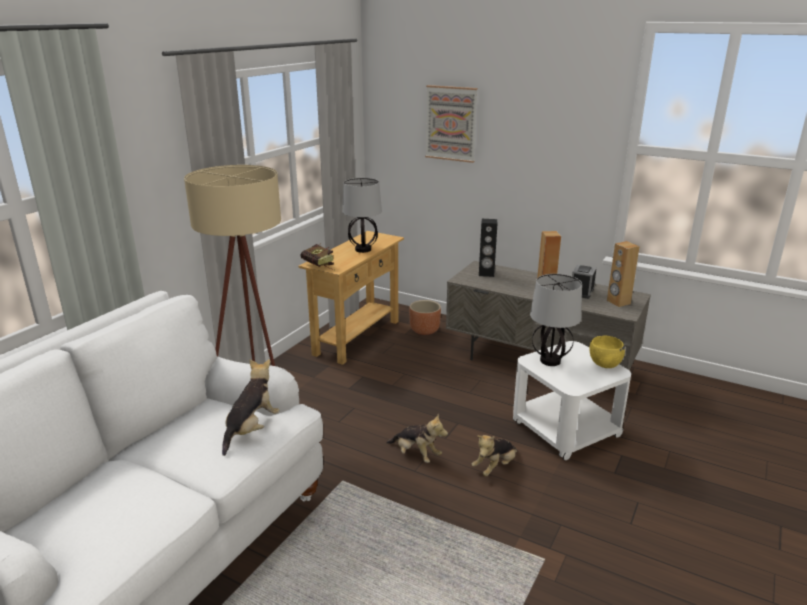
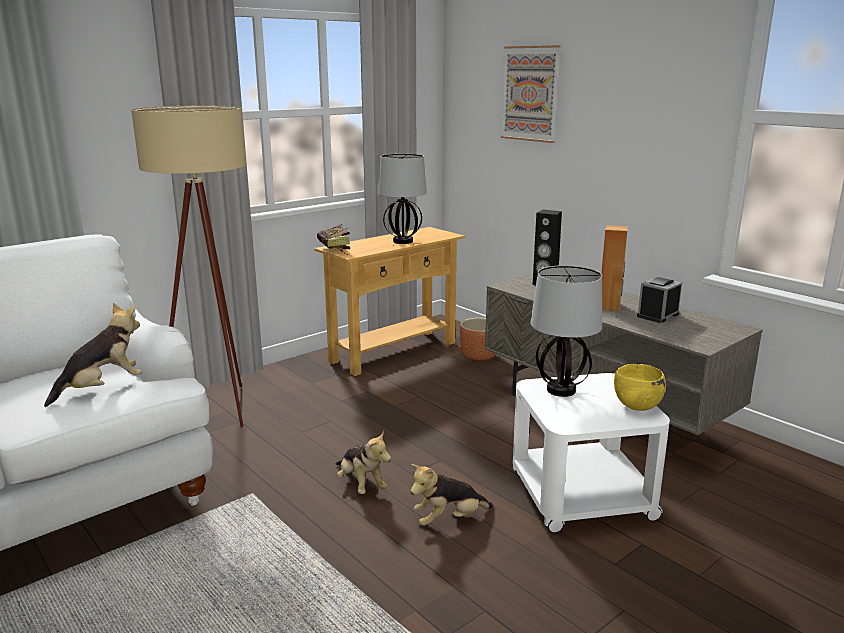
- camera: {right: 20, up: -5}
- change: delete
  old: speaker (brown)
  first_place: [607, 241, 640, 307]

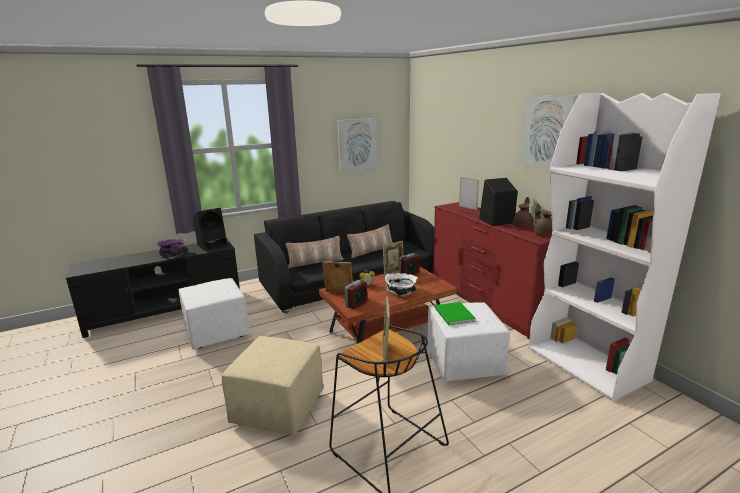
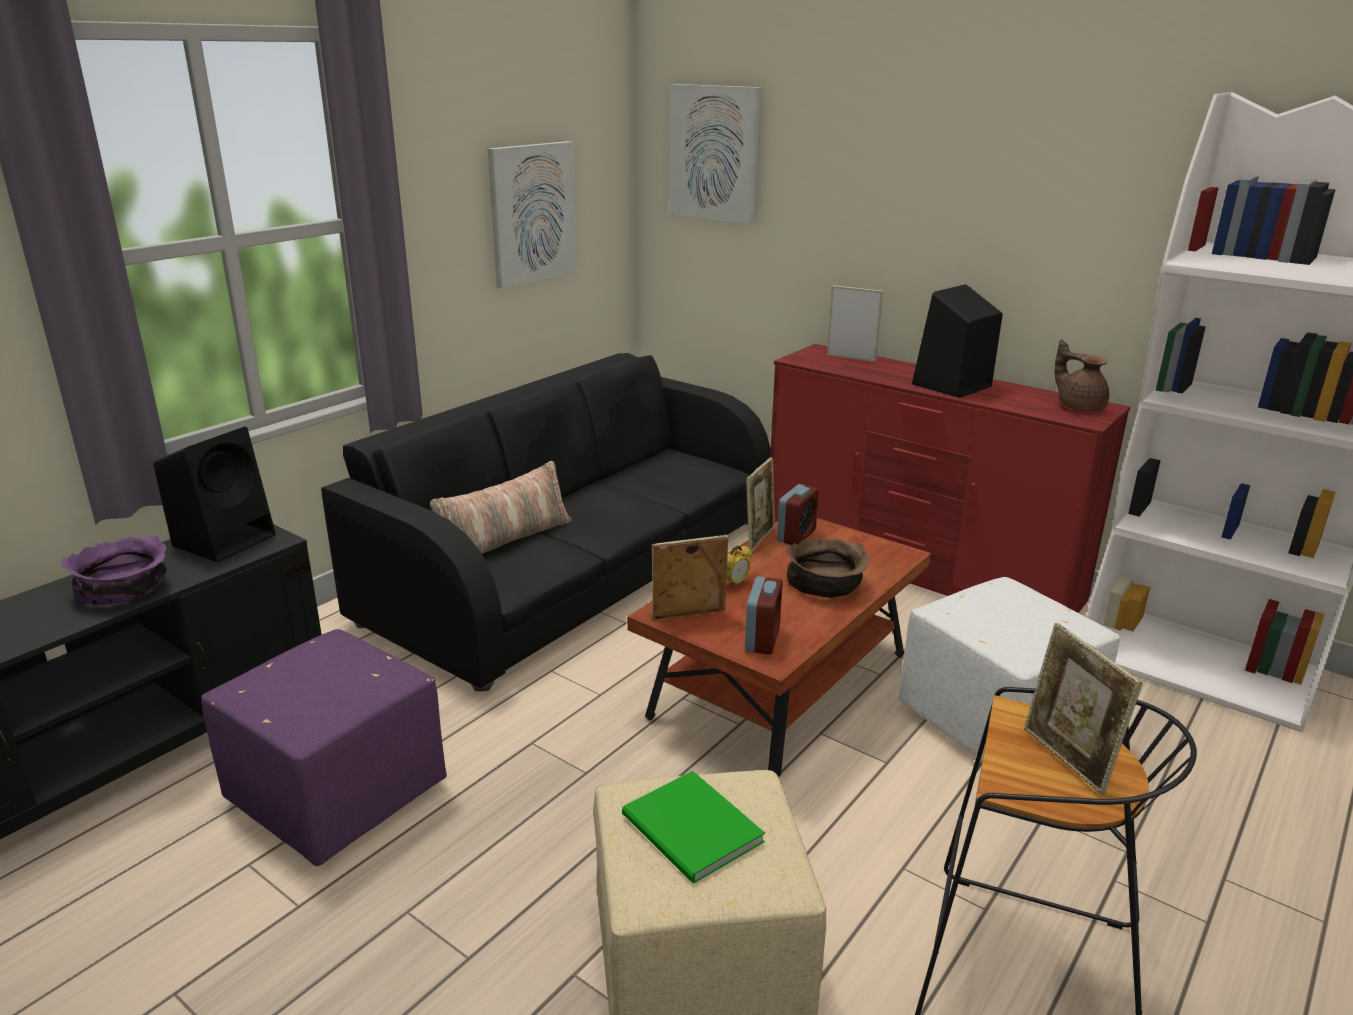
- camera: {right: -25, up: 5}
- change: delete
  old: pillow
  first_place: [347, 224, 393, 258]
- change: delete
  old: teapot (brown)
  first_place: [513, 197, 534, 228]
- change: move
  old: book (green)
  first_place: [434, 302, 476, 325]
  second_place: [622, 771, 765, 883]
- change: move
  old: picture
  first_place: [519, 95, 577, 169]
  second_place: [669, 84, 763, 225]
- change: recolor
  old: ottoman (white)
  new: ottoman (purple)
  first_place: [179, 278, 250, 350]
  second_place: [201, 629, 447, 866]
- change: recolor
  old: bowl (white)
  new: bowl (brown)
  first_place: [385, 273, 418, 296]
  second_place: [786, 538, 869, 598]

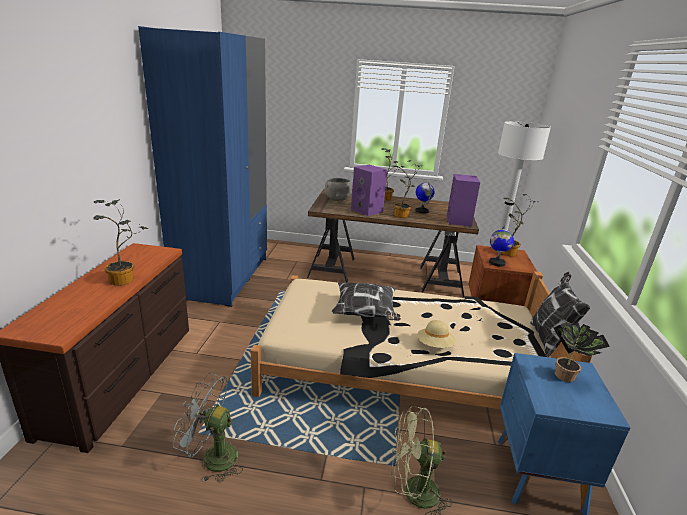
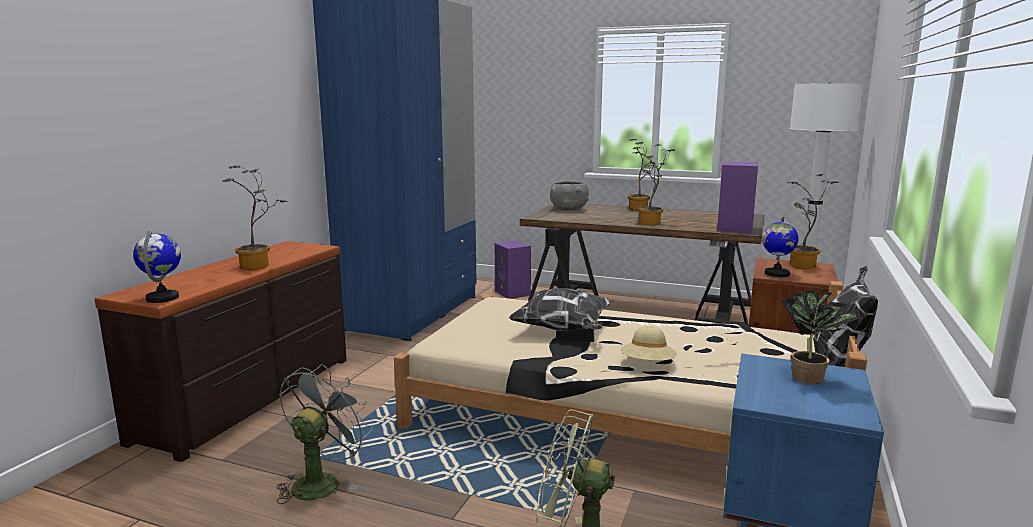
- camera: {right: 15, up: -10}
- change: move
  old: speaker (purple)
  first_place: [351, 165, 387, 216]
  second_place: [495, 240, 531, 299]
- change: move
  old: globe
  first_place: [415, 182, 435, 214]
  second_place: [133, 231, 181, 303]
- change: rotate
  old: fan (grey)
  first_place: [173, 373, 243, 483]
  second_place: [277, 364, 372, 504]
  degrees: 90

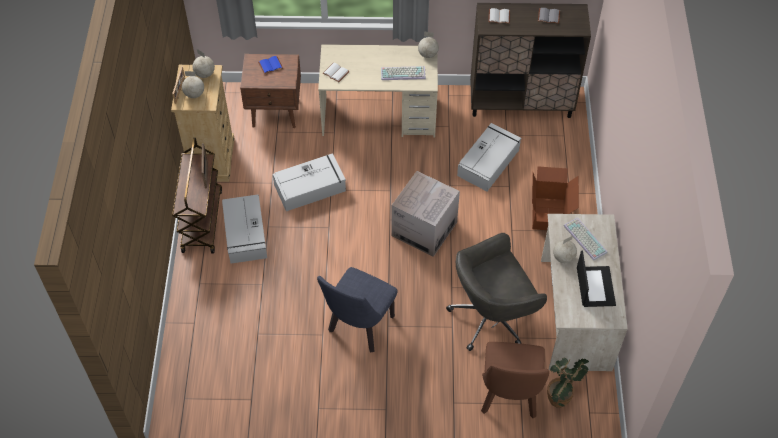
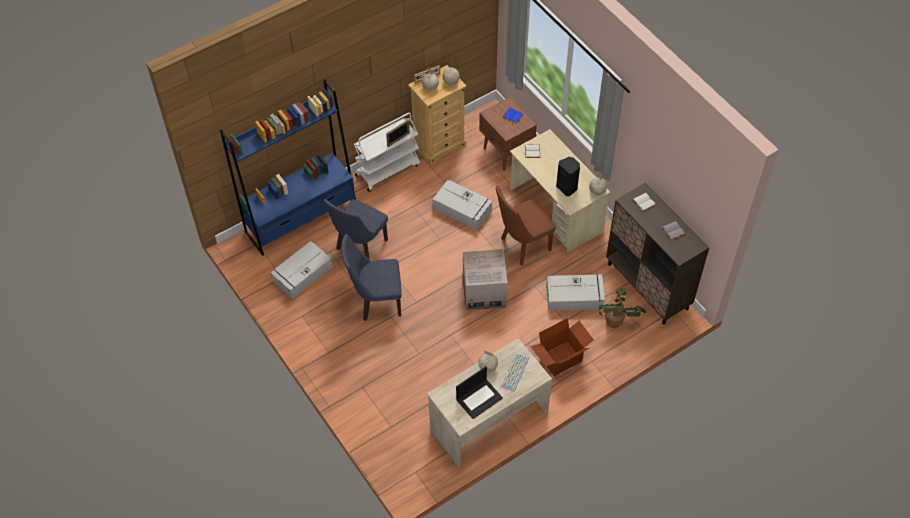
- camera: {right: 55, up: 0}
- change: delete
  old: office chair (grey)
  first_place: [446, 233, 547, 351]
- change: insert
  new: bookcase (blue)
  second_place: [220, 79, 356, 256]
- change: insert
  new: chair (blue)
  second_place: [324, 199, 388, 258]
- change: move
  old: storage box (grey)
  first_place: [222, 195, 267, 264]
  second_place: [270, 241, 333, 299]
- change: move
  old: chair (brown)
  first_place: [481, 342, 549, 418]
  second_place: [496, 186, 556, 266]
- change: move
  old: potted plant
  first_place: [547, 357, 589, 408]
  second_place: [599, 288, 646, 328]
- change: replace
  old: keyboard
  new: speaker (black)
  first_place: [381, 66, 426, 80]
  second_place: [556, 157, 580, 196]
- change: recolor
  old: cart (brown)
  new: cart (white)
  first_place: [172, 138, 222, 253]
  second_place: [354, 113, 420, 192]

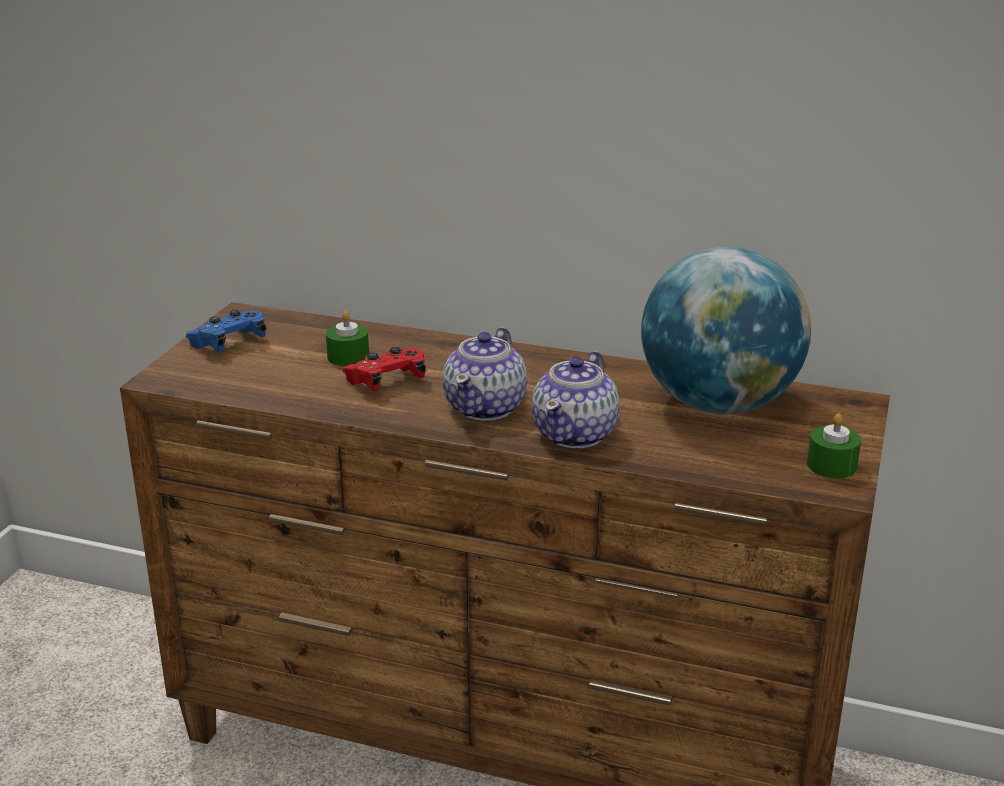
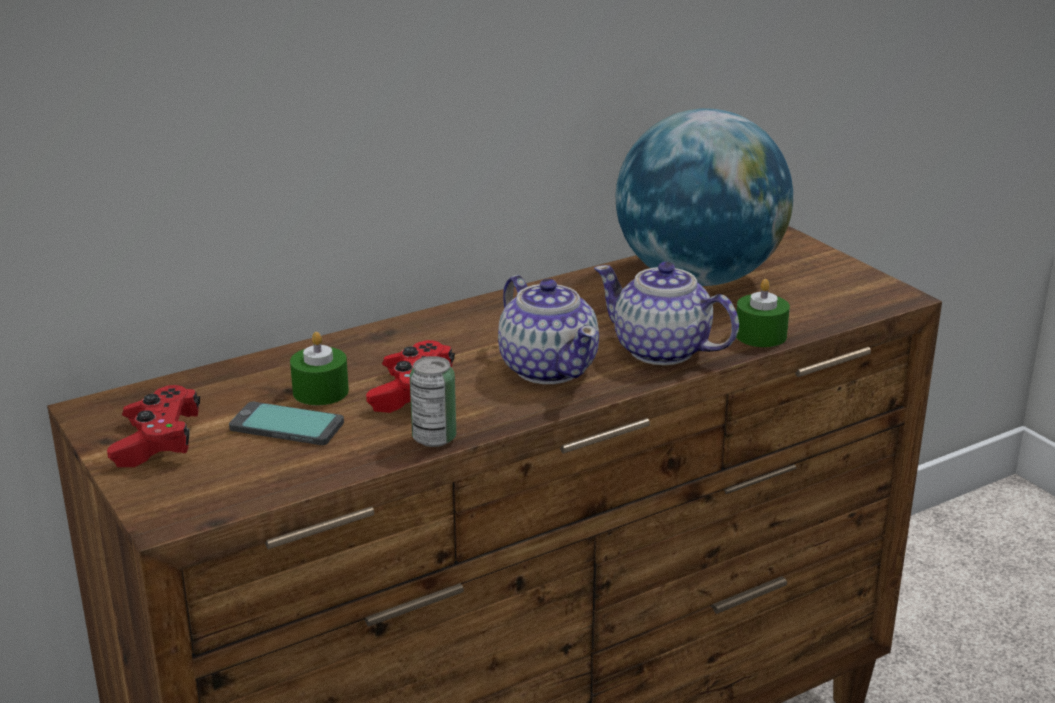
- camera: {right: -50, up: 0}
- change: insert
  new: phone
  second_place: [229, 401, 344, 445]
- change: insert
  new: can
  second_place: [410, 356, 456, 447]
- change: move
  old: candle (green)
  first_place: [807, 413, 861, 478]
  second_place: [736, 279, 790, 347]
- change: recolor
  old: game controller (blue)
  new: game controller (red)
  first_place: [186, 310, 266, 352]
  second_place: [107, 385, 200, 467]
- change: rotate
  old: teapot
  first_place: [532, 351, 620, 448]
  second_place: [594, 262, 739, 365]
  degrees: 150

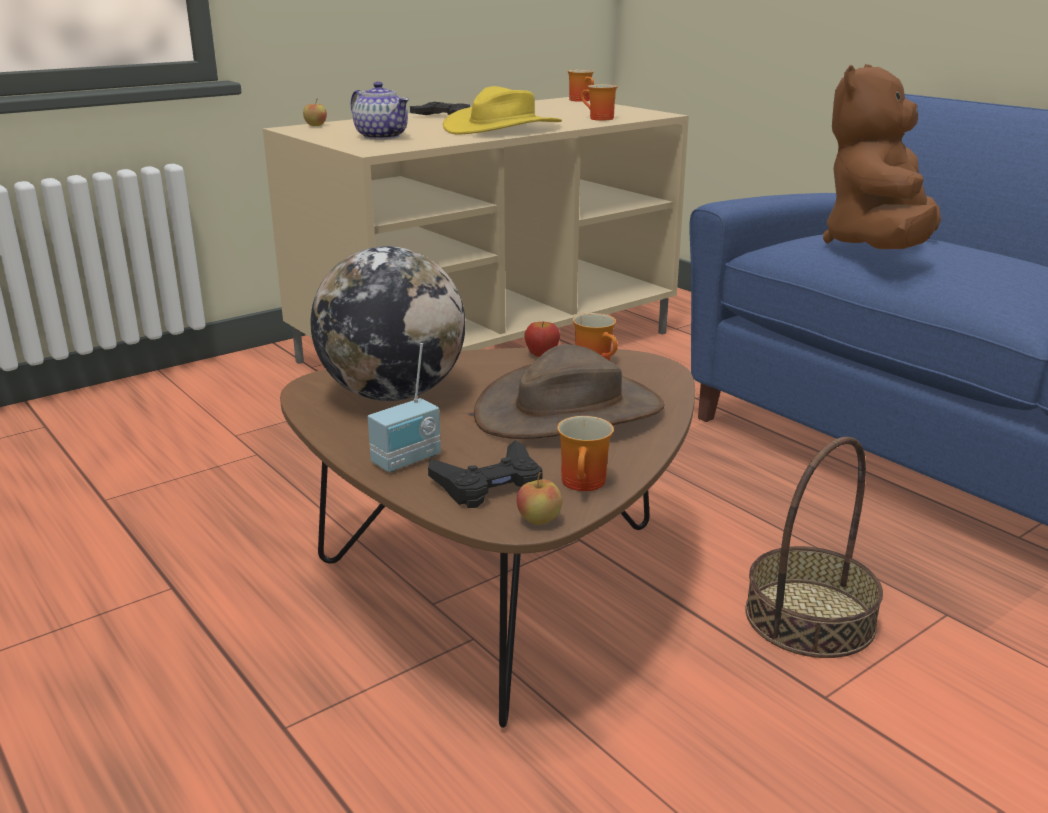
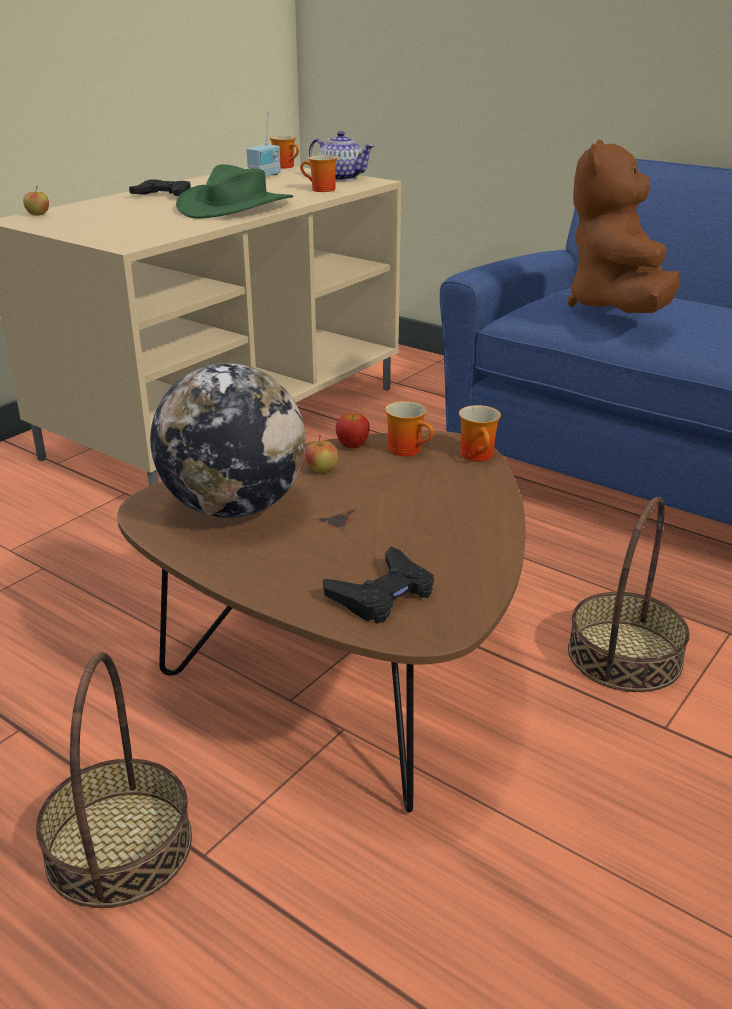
- camera: {right: -15, up: 5}
- change: delete
  old: hat (brown)
  first_place: [474, 344, 664, 439]
- change: insert
  new: basket
  second_place: [36, 652, 192, 908]
- change: move
  old: teapot
  first_place: [351, 82, 409, 140]
  second_place: [309, 131, 374, 181]
- change: move
  old: radio
  first_place: [368, 343, 441, 472]
  second_place: [246, 112, 281, 176]
- change: move
  old: apple
  first_place: [517, 472, 562, 525]
  second_place: [305, 435, 338, 473]
- change: move
  old: mug
  first_place: [557, 416, 614, 491]
  second_place: [459, 405, 501, 461]
- change: recolor
  old: hat (yellow)
  new: hat (green)
  first_place: [443, 86, 562, 135]
  second_place: [176, 164, 293, 219]

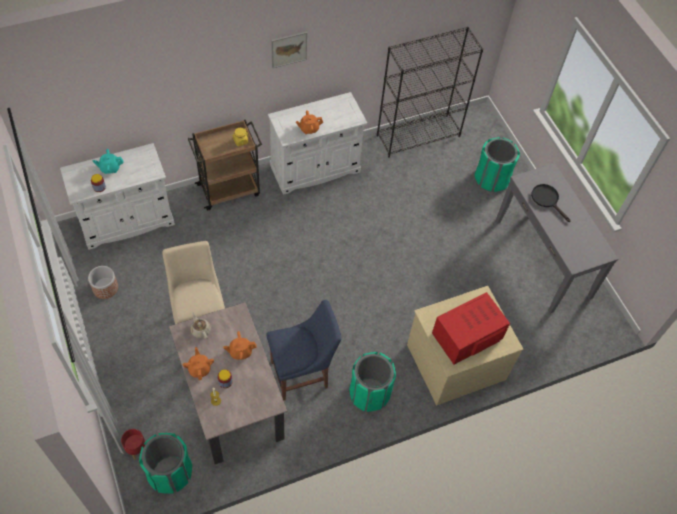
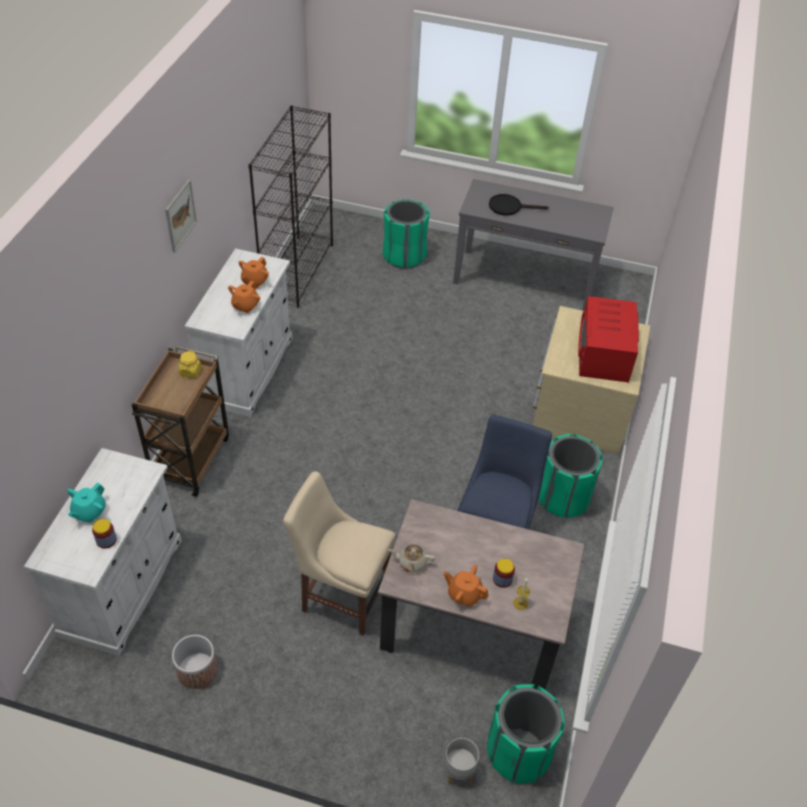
- camera: {right: -50, up: -10}
- change: move
  old: teapot (orange)
  first_place: [223, 331, 257, 360]
  second_place: [239, 257, 269, 288]
- change: recolor
  old: planter (red)
  new: planter (grey)
  first_place: [121, 429, 145, 459]
  second_place: [444, 738, 479, 784]

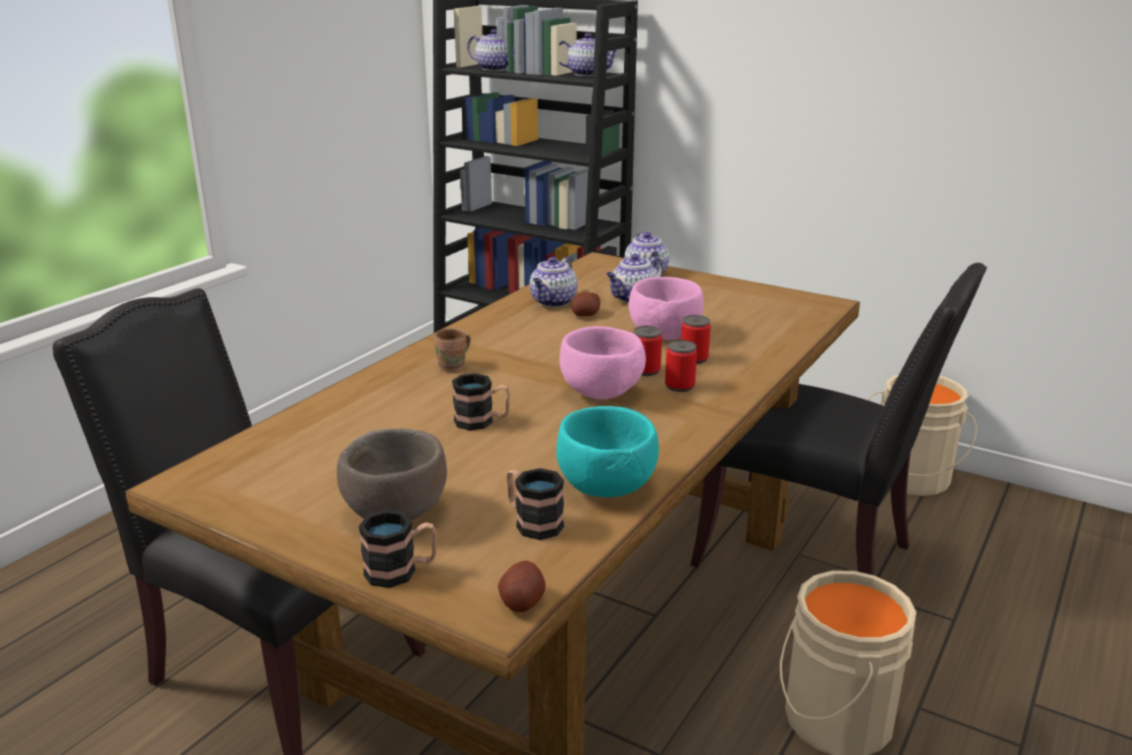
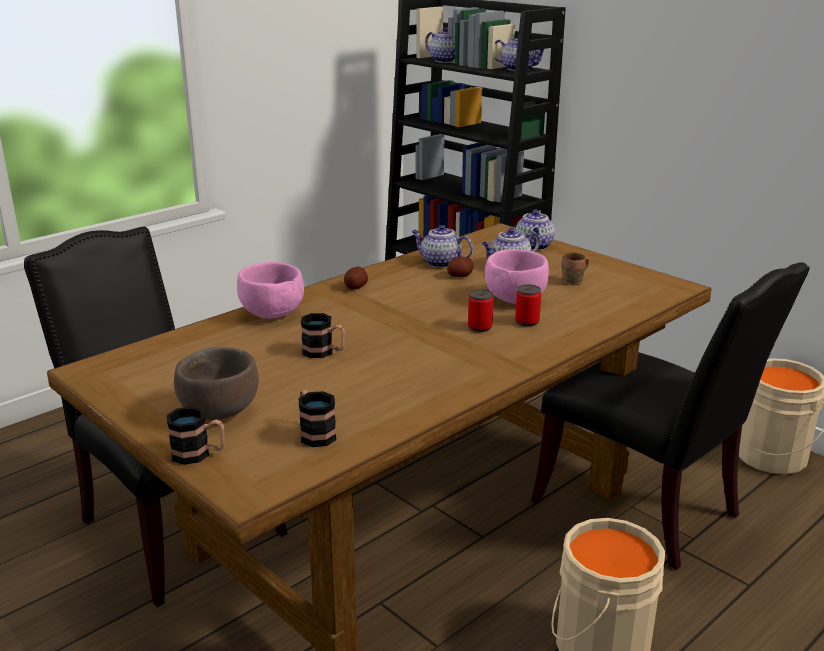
- camera: {right: 15, up: 0}
- change: delete
  old: bowl (turquoise)
  first_place: [556, 406, 659, 497]
- change: delete
  old: can
  first_place: [665, 340, 697, 392]
- change: move
  old: mug (brown)
  first_place: [434, 328, 471, 372]
  second_place: [561, 252, 589, 285]
- change: move
  old: potato
  first_place: [498, 561, 546, 612]
  second_place: [344, 267, 368, 290]
- change: move
  old: bowl (pink)
  first_place: [559, 326, 646, 400]
  second_place: [237, 262, 304, 319]
- change: rotate
  old: teapot
  first_place: [529, 257, 577, 307]
  second_place: [411, 225, 473, 268]
  degrees: 75

